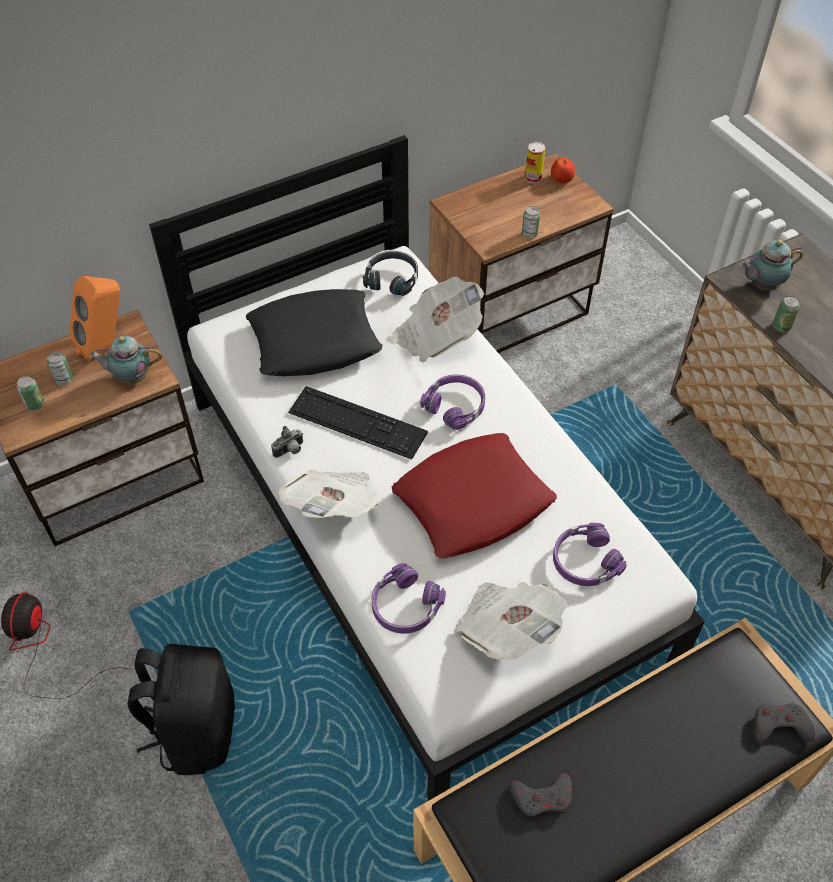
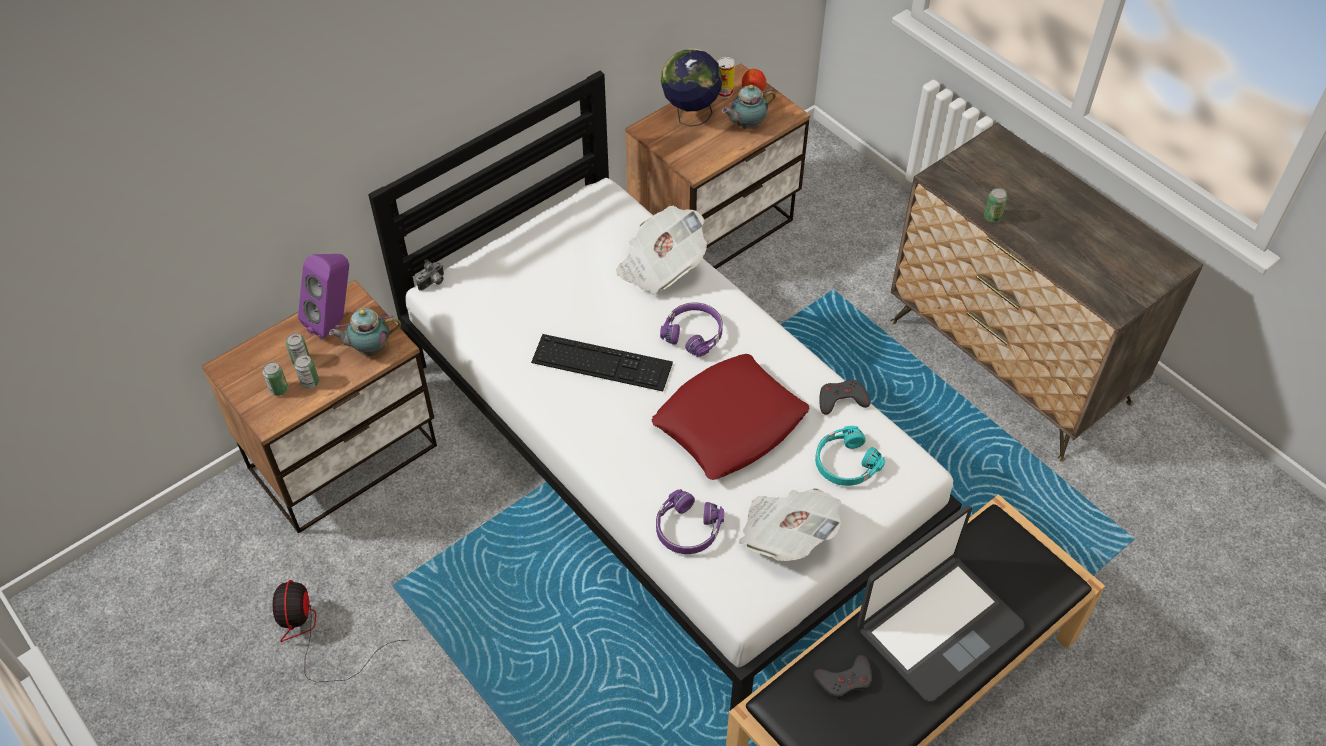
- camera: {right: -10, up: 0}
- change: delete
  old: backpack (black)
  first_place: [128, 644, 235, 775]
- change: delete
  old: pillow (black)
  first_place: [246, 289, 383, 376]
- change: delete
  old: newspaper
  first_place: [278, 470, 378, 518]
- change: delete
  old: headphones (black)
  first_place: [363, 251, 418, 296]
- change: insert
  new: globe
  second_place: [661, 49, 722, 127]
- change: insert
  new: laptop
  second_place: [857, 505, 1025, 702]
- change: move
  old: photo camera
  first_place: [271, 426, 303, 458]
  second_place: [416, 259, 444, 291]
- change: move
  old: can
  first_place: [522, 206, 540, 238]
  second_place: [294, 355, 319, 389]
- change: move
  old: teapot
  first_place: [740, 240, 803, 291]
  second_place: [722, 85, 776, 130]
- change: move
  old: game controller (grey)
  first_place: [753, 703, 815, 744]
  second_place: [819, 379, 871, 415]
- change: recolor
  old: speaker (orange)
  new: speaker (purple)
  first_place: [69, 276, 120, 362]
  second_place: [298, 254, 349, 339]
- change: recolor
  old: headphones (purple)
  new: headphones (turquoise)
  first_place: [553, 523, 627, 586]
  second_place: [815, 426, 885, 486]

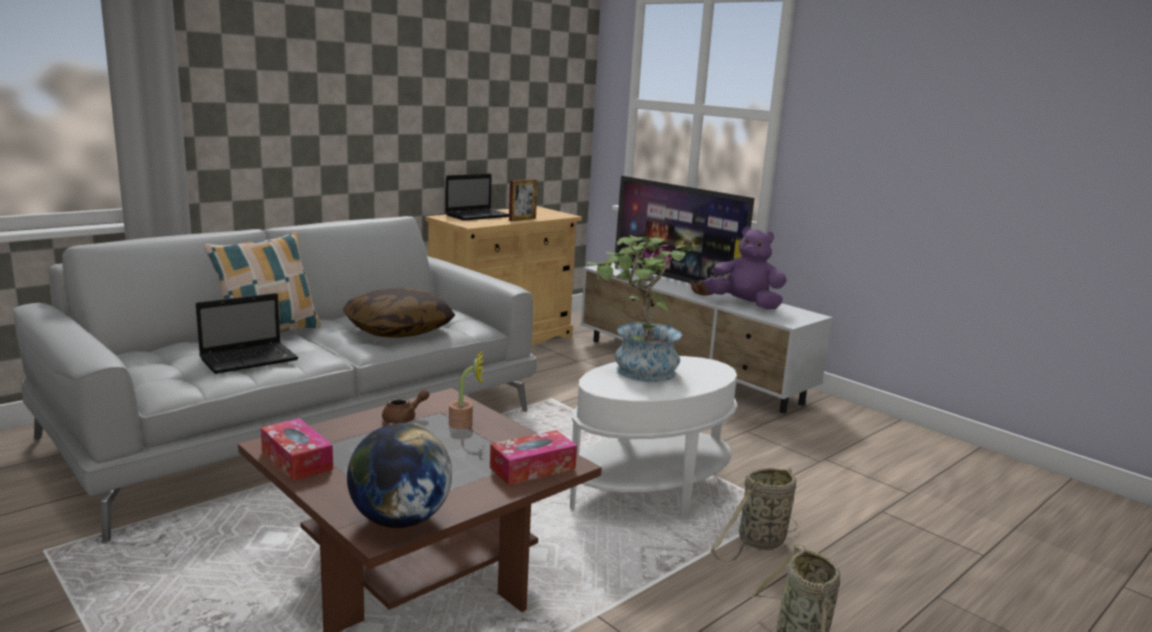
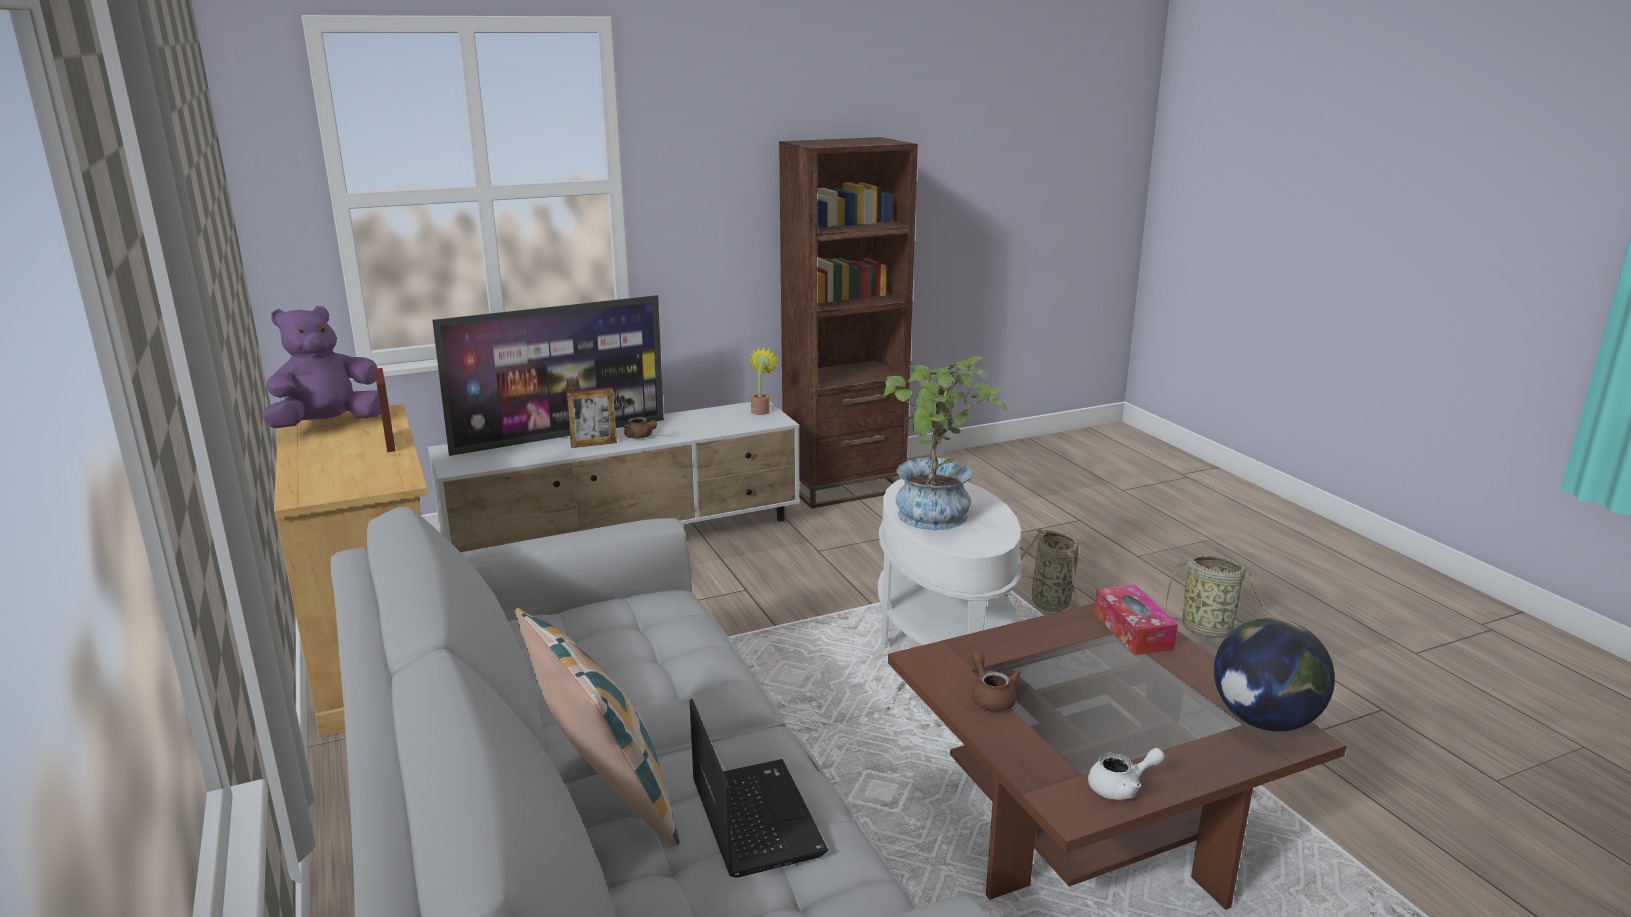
- camera: {right: -70, up: 5}
- change: delete
  old: pillow
  first_place: [343, 288, 455, 338]
- change: delete
  old: laptop
  first_place: [445, 174, 509, 221]
- change: insert
  new: picture frame
  second_place: [566, 387, 617, 448]
- change: insert
  new: bookcase (brown)
  second_place: [779, 137, 918, 509]
- change: move
  old: potted plant
  first_place: [449, 350, 484, 429]
  second_place: [749, 347, 778, 415]
- change: move
  old: plush toy (purple)
  first_place: [704, 226, 787, 310]
  second_place: [262, 306, 381, 428]
- change: replace
  old: tissue box
  new: teapot (white)
  first_place: [261, 418, 333, 481]
  second_place: [1088, 748, 1165, 800]

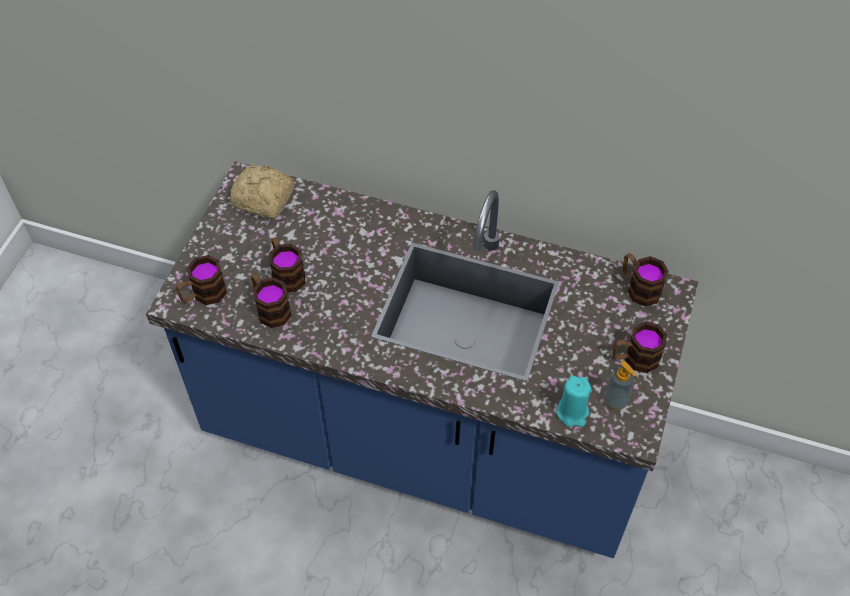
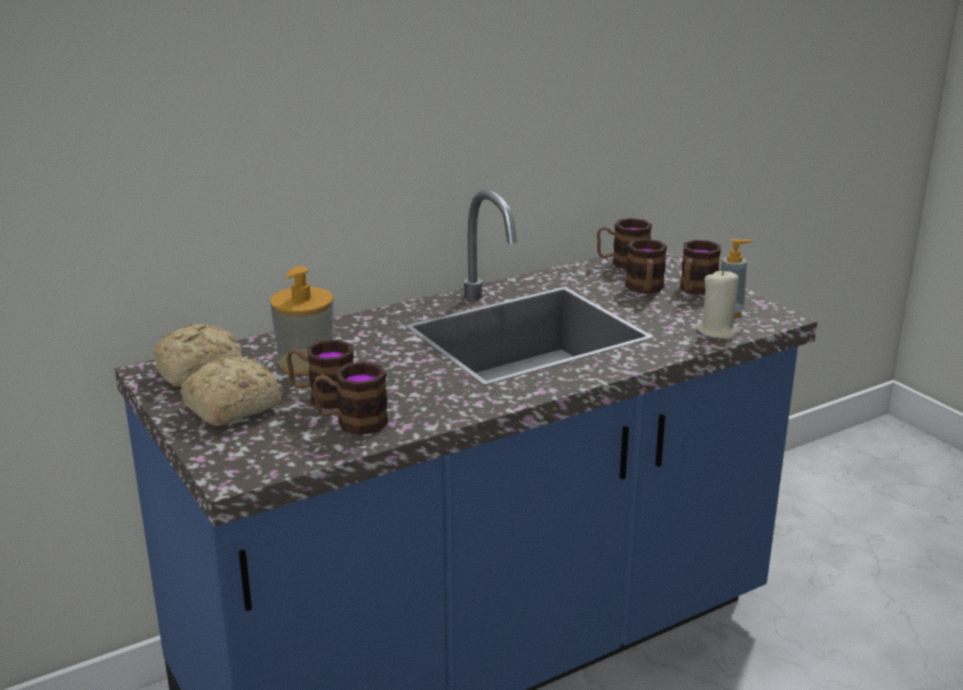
- camera: {right: -50, up: -30}
- change: insert
  new: bread
  second_place: [181, 355, 281, 426]
- change: insert
  new: soap dispenser
  second_place: [270, 266, 334, 374]
- change: move
  old: mug
  first_place: [176, 255, 227, 305]
  second_place: [625, 239, 667, 294]
- change: recolor
  old: candle (turquoise)
  new: candle (beige)
  first_place: [556, 376, 591, 427]
  second_place: [696, 269, 740, 339]

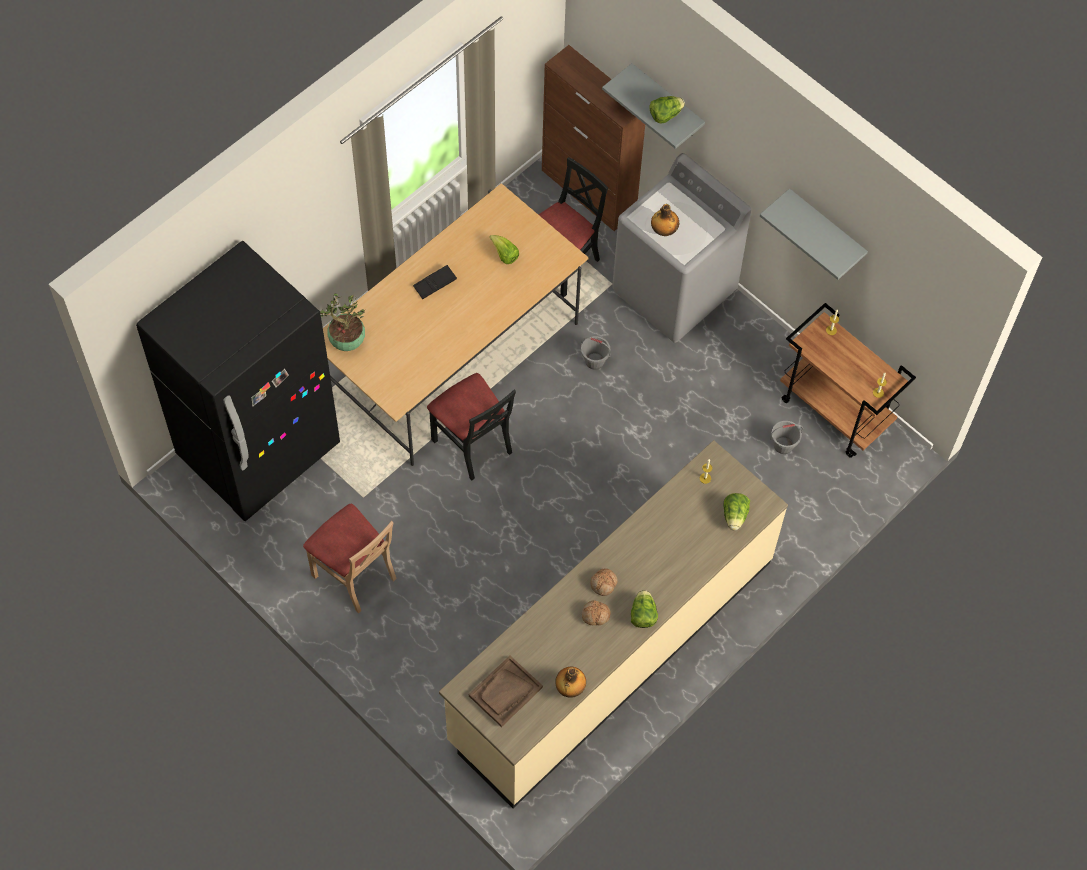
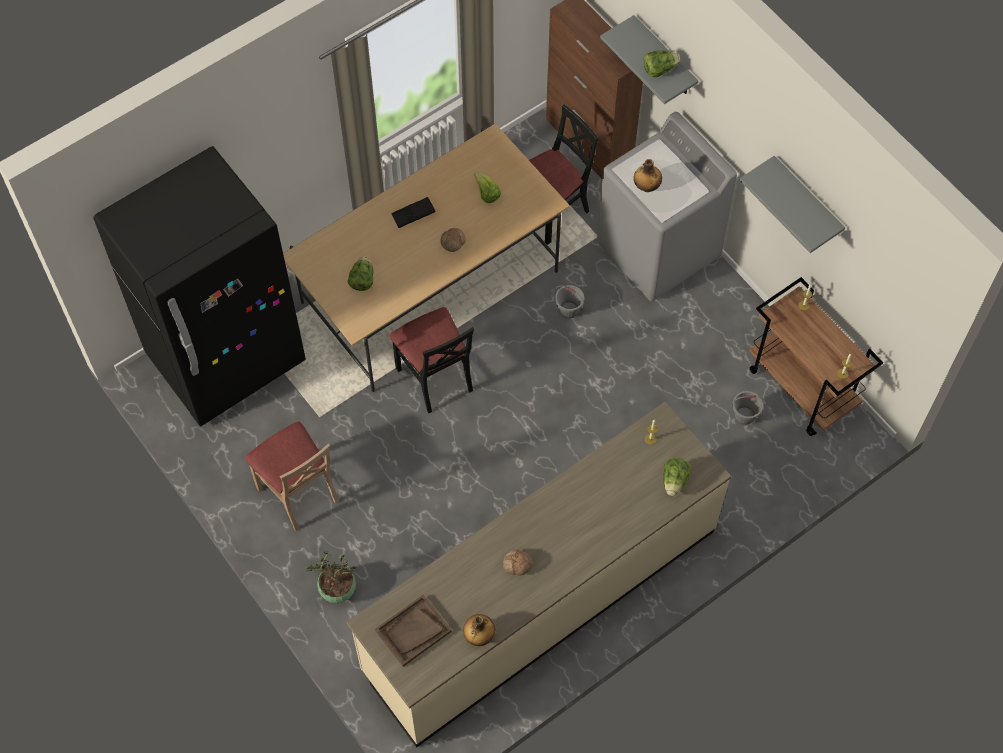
- camera: {right: 10, up: 0}
- change: move
  old: potted plant
  first_place: [320, 294, 365, 351]
  second_place: [306, 551, 356, 603]
- change: move
  old: bread
  first_place: [590, 568, 618, 596]
  second_place: [440, 228, 466, 252]
- change: move
  old: lettuce
  first_place: [631, 590, 658, 628]
  second_place: [348, 257, 373, 291]

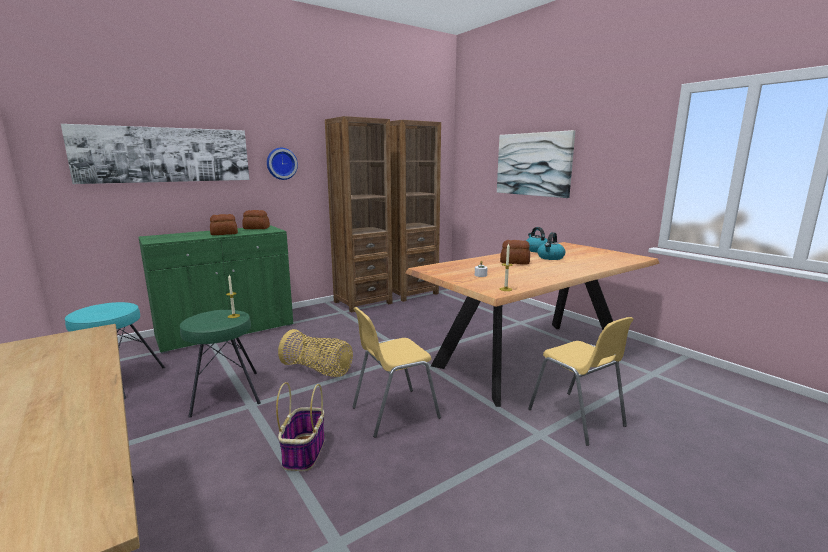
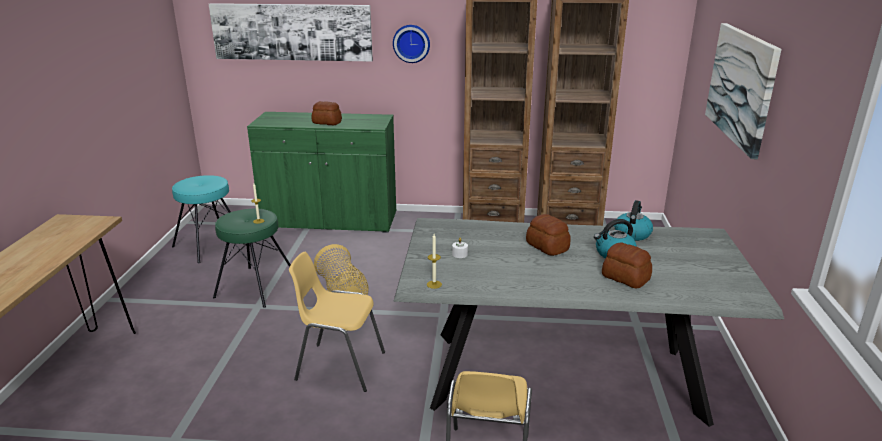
- camera: {right: 40, up: 10}
- change: delete
  old: basket
  first_place: [276, 382, 325, 471]
- change: move
  old: bread
  first_place: [242, 210, 270, 229]
  second_place: [602, 243, 652, 288]
- change: recolor
  old: dining table (brown)
  new: dining table (grey)
  first_place: [405, 242, 660, 407]
  second_place: [394, 218, 784, 427]

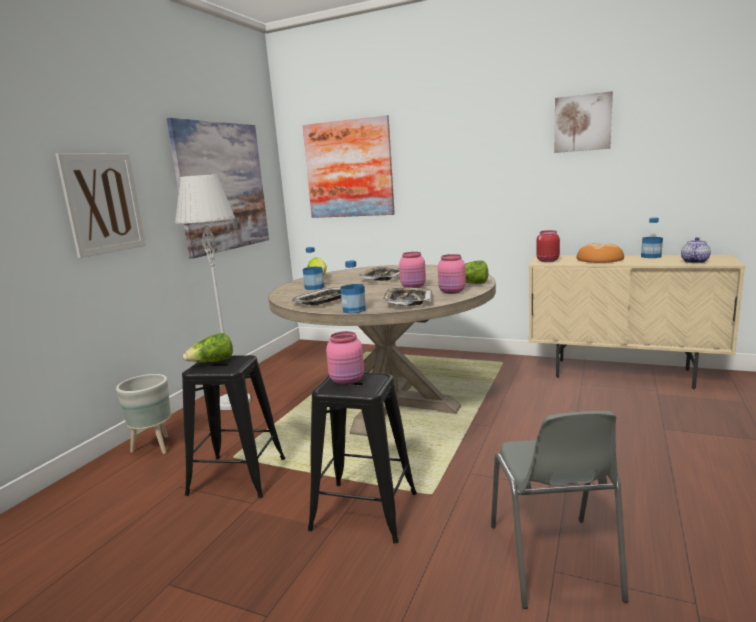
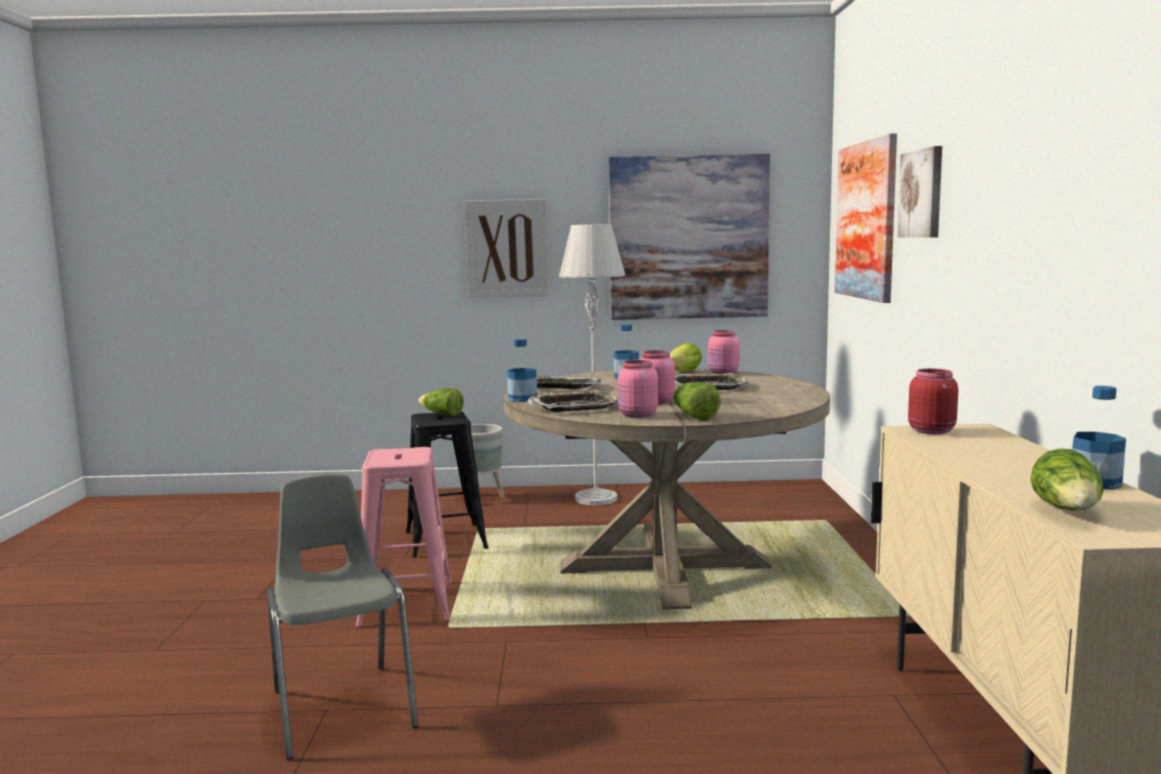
- camera: {right: 65, up: -5}
- change: delete
  old: bread
  first_place: [577, 243, 624, 263]
- change: move
  old: jar (pink)
  first_place: [326, 331, 364, 385]
  second_place: [708, 330, 740, 374]
- change: move
  old: picture
  first_place: [554, 91, 613, 153]
  second_place: [898, 146, 942, 238]
- change: replace
  old: teapot
  new: lettuce
  first_place: [681, 237, 711, 263]
  second_place: [1030, 448, 1104, 511]
- change: recolor
  old: stool (black)
  new: stool (pink)
  first_place: [308, 373, 417, 544]
  second_place: [356, 447, 452, 627]
- change: rotate
  old: chair (grey)
  first_place: [491, 411, 629, 609]
  second_place: [267, 475, 419, 760]
  degrees: 90

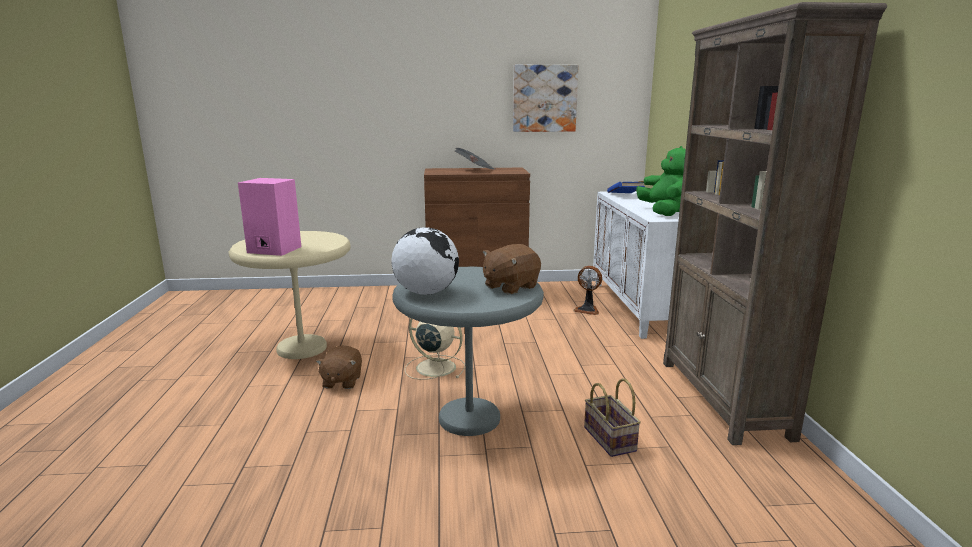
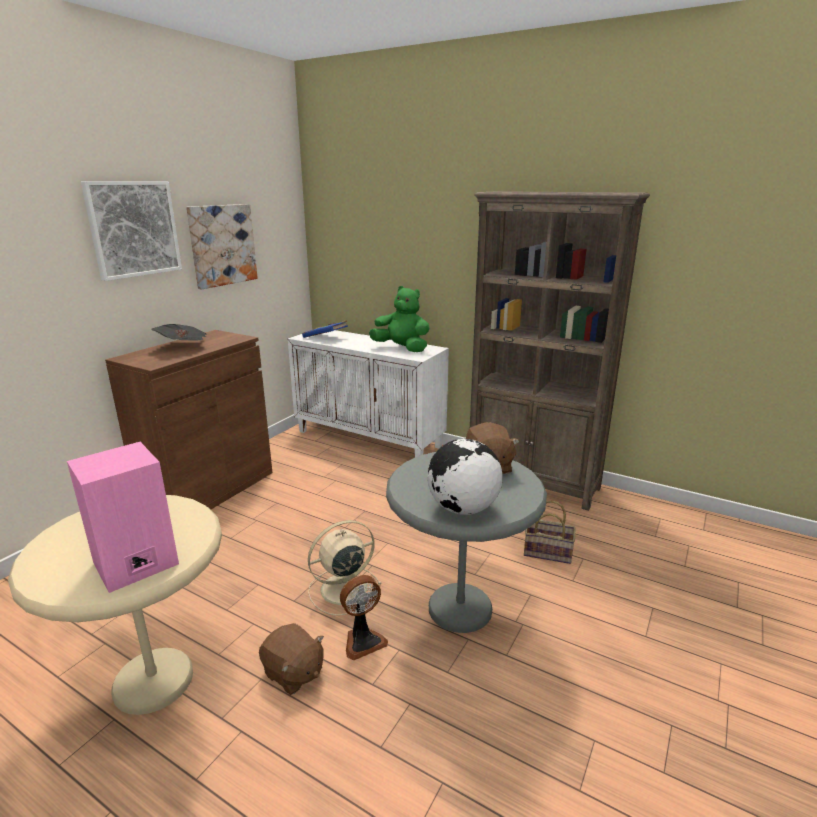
- camera: {right: -55, up: 5}
- change: insert
  new: picture
  second_place: [81, 181, 182, 281]
- change: move
  old: fan
  first_place: [573, 266, 602, 315]
  second_place: [340, 575, 388, 661]

